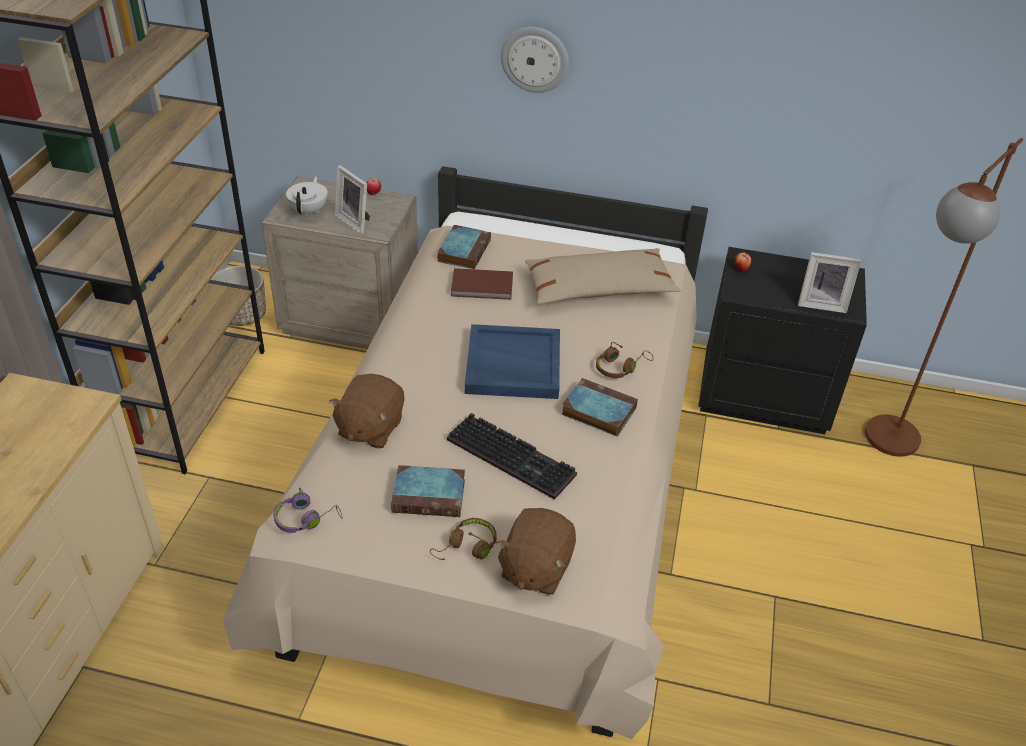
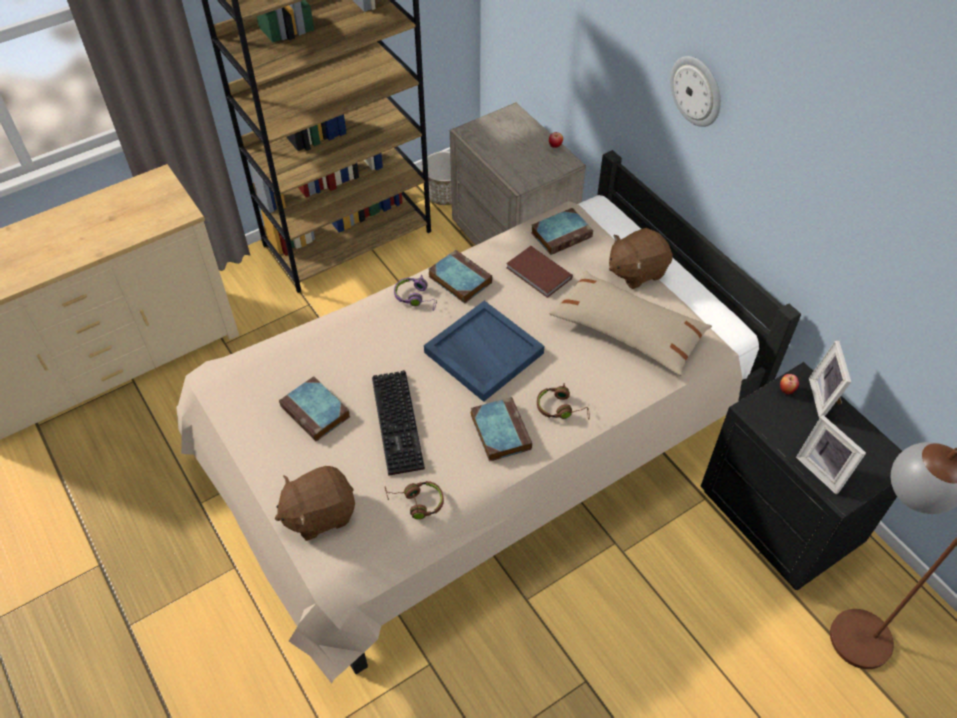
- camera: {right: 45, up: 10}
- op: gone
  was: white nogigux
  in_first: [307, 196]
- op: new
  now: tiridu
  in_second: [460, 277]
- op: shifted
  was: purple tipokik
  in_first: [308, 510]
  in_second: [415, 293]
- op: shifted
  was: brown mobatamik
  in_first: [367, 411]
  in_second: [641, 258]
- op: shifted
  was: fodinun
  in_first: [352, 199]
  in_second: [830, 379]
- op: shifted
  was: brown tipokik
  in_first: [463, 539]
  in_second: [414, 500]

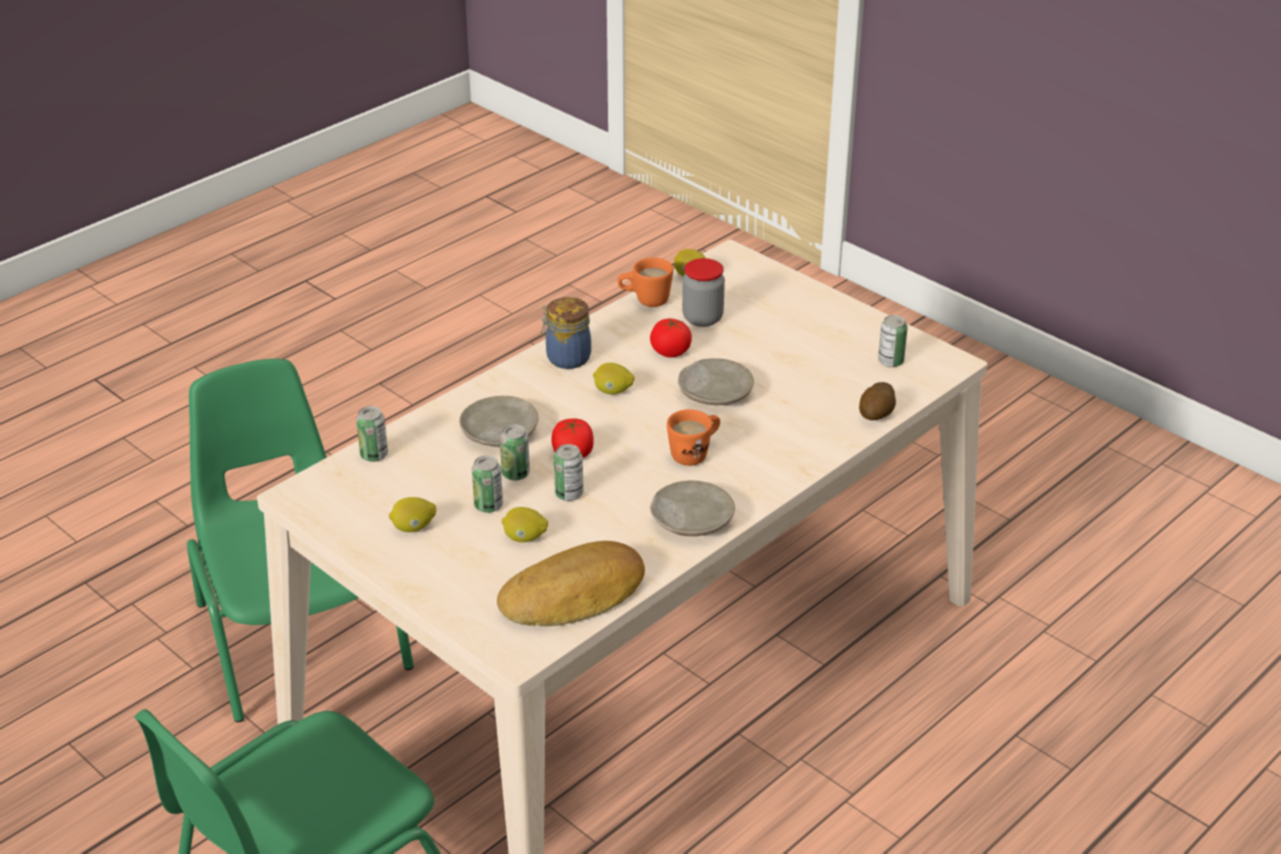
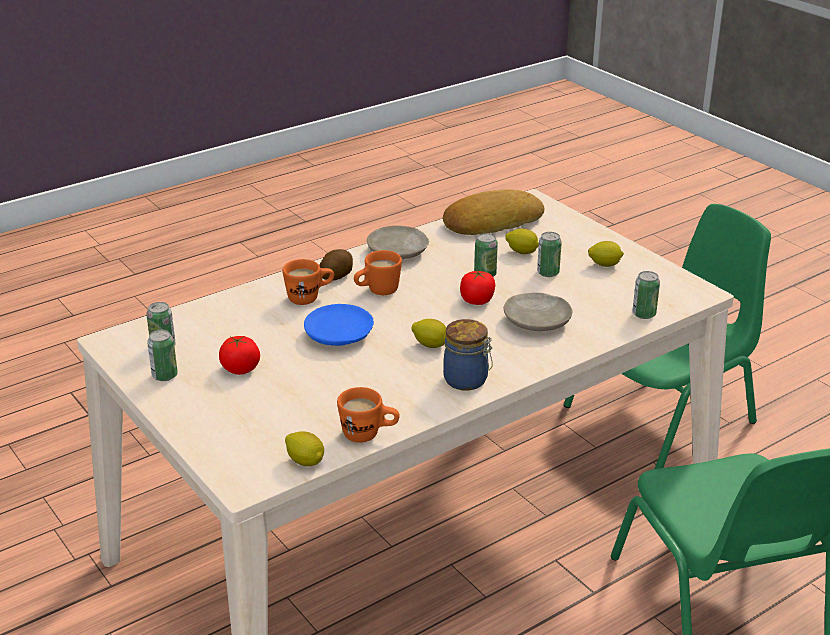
- camera: {right: -170, up: -5}
- op: gone
  was: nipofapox
  in_first: [703, 292]
- op: new
  now: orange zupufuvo
  in_second: [308, 282]
- op: shifted
  was: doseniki
  in_first: [515, 452]
  in_second: [162, 355]
- op: shifted
  was: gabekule
  in_first: [671, 338]
  in_second: [239, 355]
- op: shifted
  was: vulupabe
  in_first: [877, 401]
  in_second: [336, 265]
- op: repainted
  was: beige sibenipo
  now: blue sibenipo
  in_first: [716, 381]
  in_second: [339, 325]

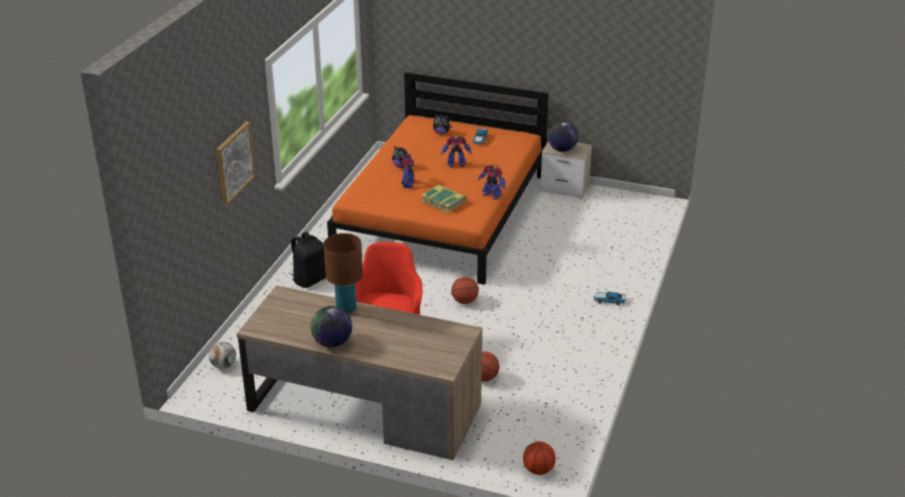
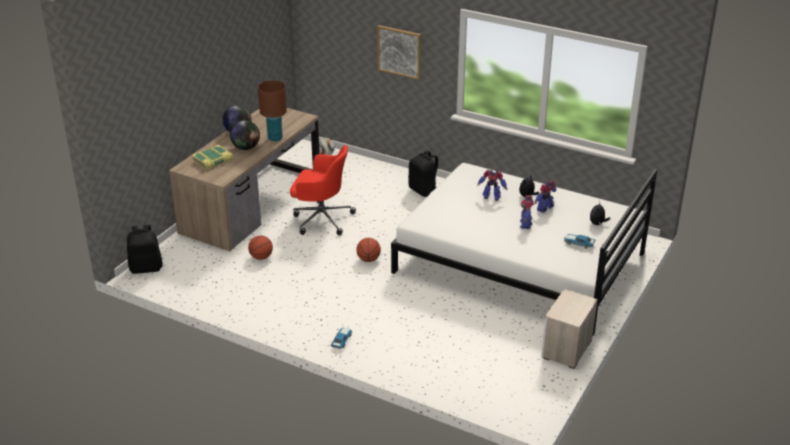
- camera: {right: 100, up: 0}
- op: shifted
  was: tiridu
  in_first: [443, 199]
  in_second: [212, 157]
- op: shifted
  was: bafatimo
  in_first: [491, 182]
  in_second: [545, 196]
- op: shifted
  was: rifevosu
  in_first: [563, 136]
  in_second: [245, 135]
- op: swapped
  was: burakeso
  now: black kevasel
  in_first: [539, 458]
  in_second: [145, 249]
- op: repainted
  was: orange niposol
  now: white niposol
  in_first: [438, 178]
  in_second: [524, 250]

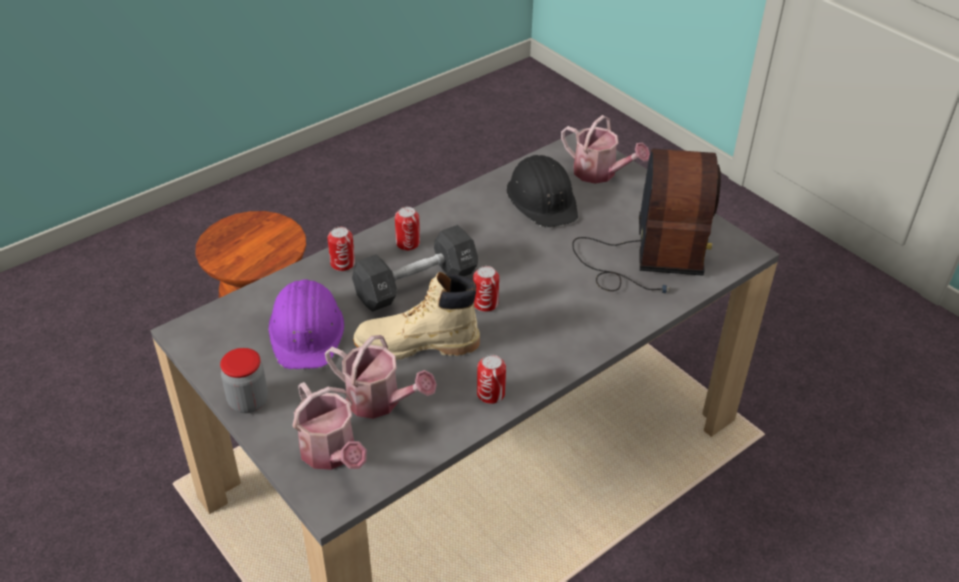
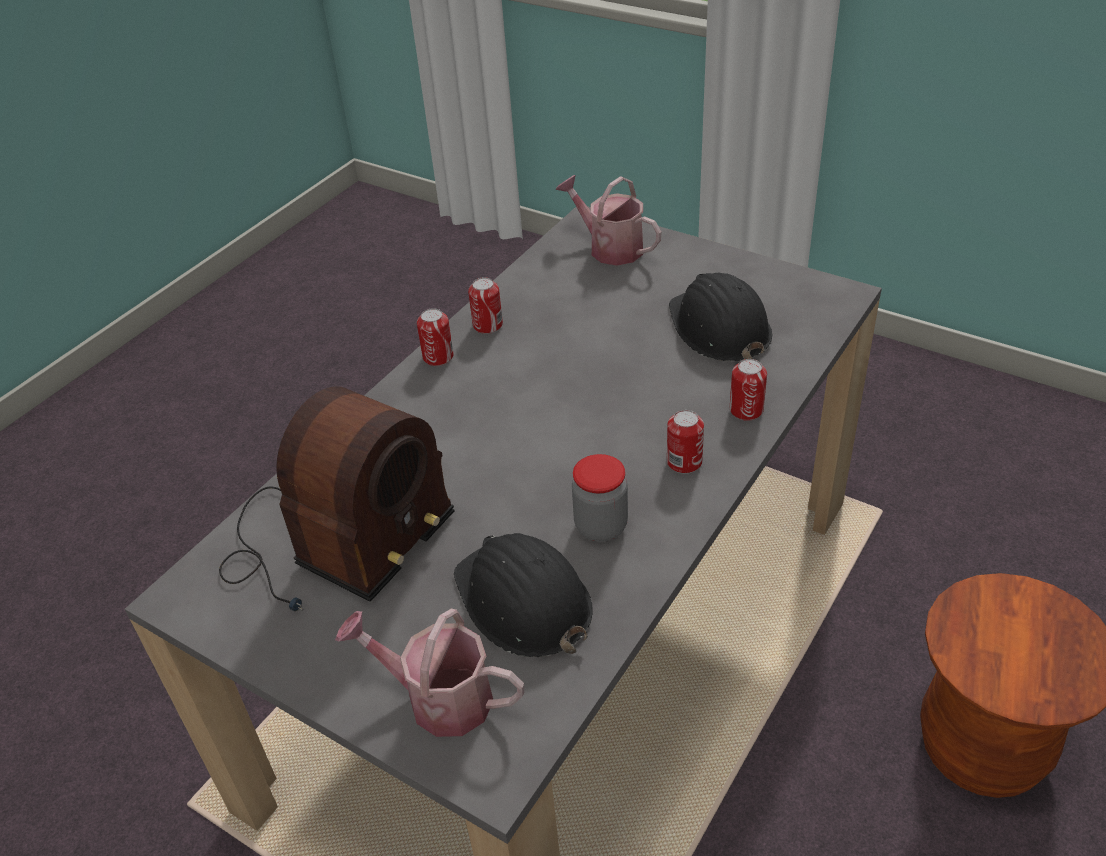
- camera: {right: 165, up: 0}
- op: gone
  was: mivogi
  in_first: [381, 377]
- op: gone
  was: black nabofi
  in_first: [415, 268]
- op: gone
  was: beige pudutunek
  in_first: [416, 316]
- op: shifted
  was: nipofapox
  in_first: [244, 380]
  in_second: [600, 497]
- op: shifted
  was: doseniki
  in_first: [486, 289]
  in_second: [435, 337]
- op: repainted
  was: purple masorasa
  now: black masorasa
  in_first: [306, 324]
  in_second: [720, 317]
- op: rotated
  was: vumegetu
  in_first: [646, 220]
  in_second: [337, 498]
  clockwise: -135

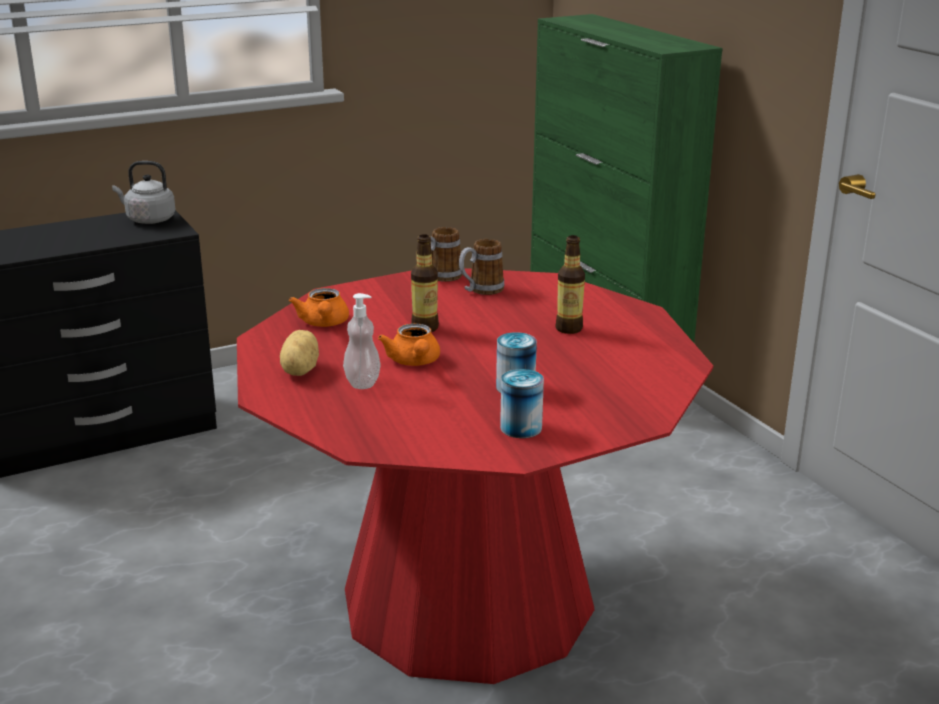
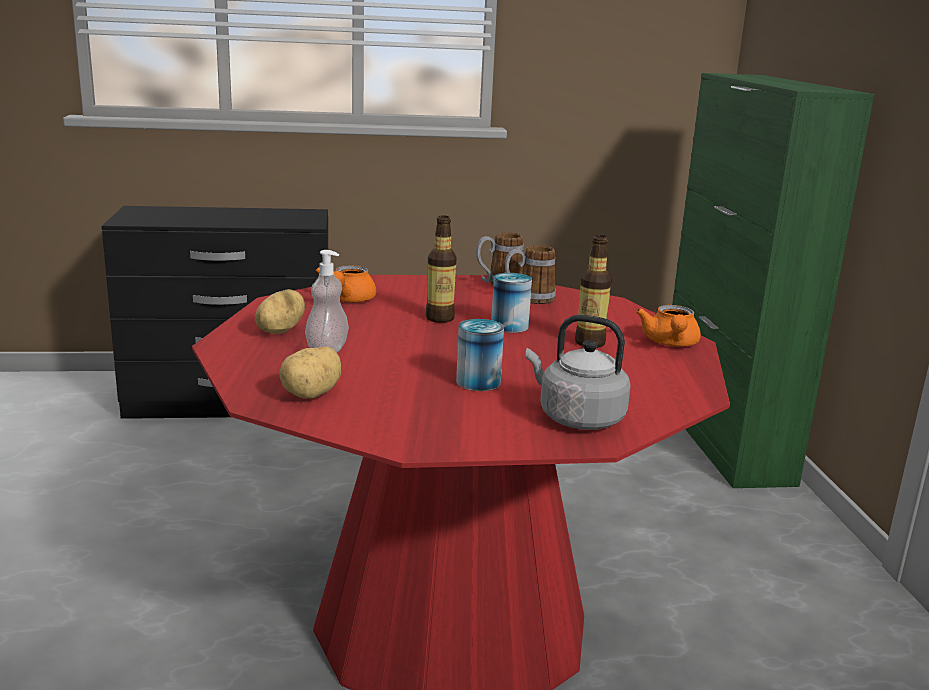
- camera: {right: 20, up: -5}
- op: new
  now: vulupabe
  in_second: [310, 373]
- op: shifted
  was: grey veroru
  in_first: [144, 192]
  in_second: [578, 372]
- op: shifted
  was: orange nogigux
  in_first: [409, 344]
  in_second: [668, 326]
- op: shifted
  was: doseniki
  in_first: [522, 403]
  in_second: [511, 303]

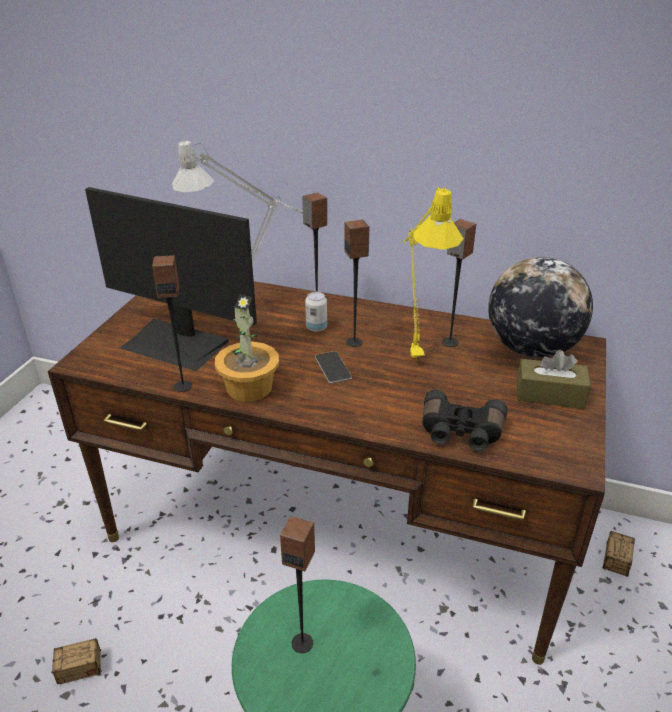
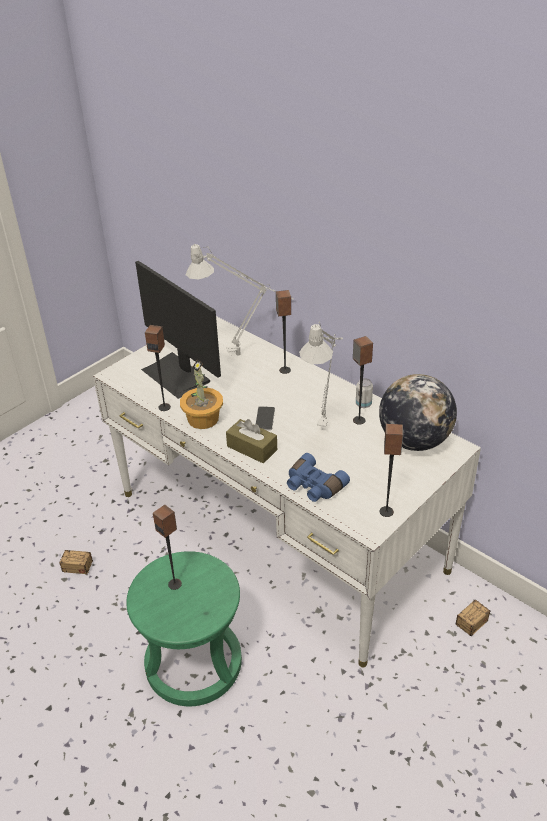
- camera: {right: 25, up: 5}
- op: shifted
  was: doseniki
  in_first: [316, 312]
  in_second: [364, 393]
- op: shifted
  was: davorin
  in_first: [357, 283]
  in_second: [391, 470]
- op: shifted
  was: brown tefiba
  in_first: [554, 379]
  in_second: [251, 441]
- op: repainted
  was: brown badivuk
  now: white badivuk
  in_first: [327, 473]
  in_second: [287, 491]
- op: repainted
  was: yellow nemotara
  now: grey nemotara
  in_first: [433, 272]
  in_second: [321, 374]
- op: repainted
  was: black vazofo
  now: blue vazofo
  in_first: [464, 420]
  in_second: [318, 477]

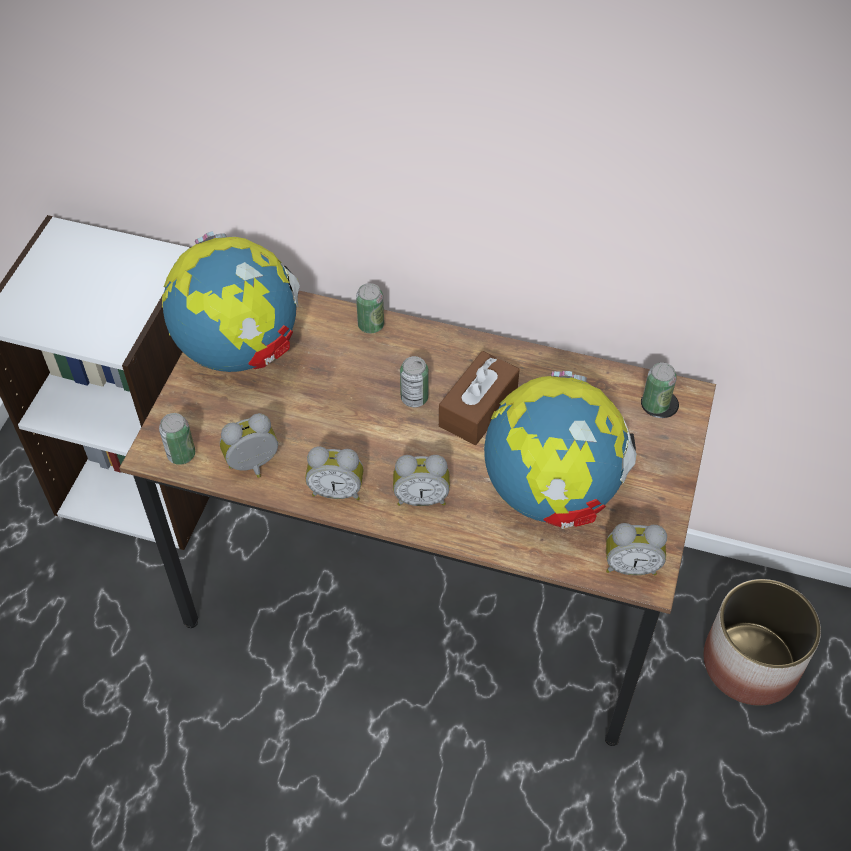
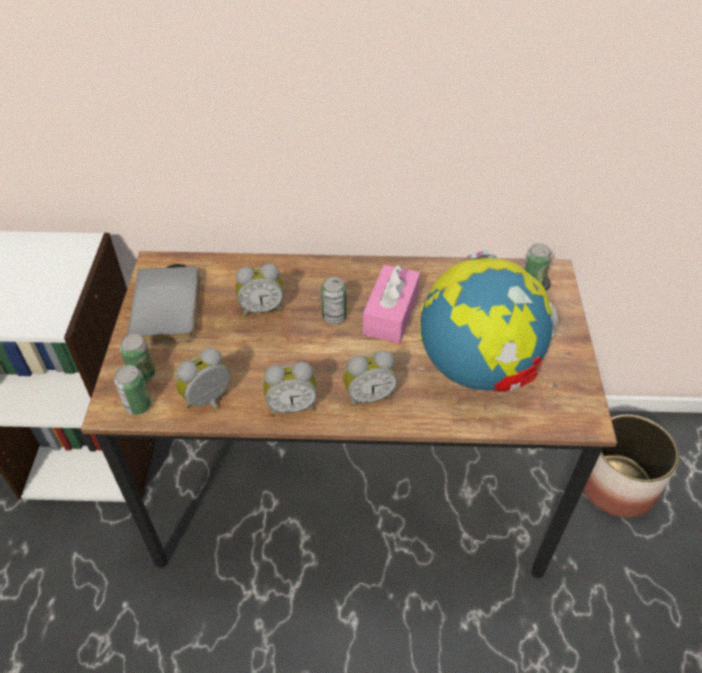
- camera: {right: -15, up: -5}
- op: shifted
  was: doseniki
  in_first: [370, 308]
  in_second: [137, 358]
- op: shifted
  was: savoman
  in_first: [636, 549]
  in_second: [260, 290]
- op: swapped
  was: rifevosu
  now: grey tiridu
  in_first: [231, 301]
  in_second: [163, 305]
- op: repainted
  was: brown tefiba
  now: pink tefiba
  in_first: [479, 398]
  in_second: [391, 303]

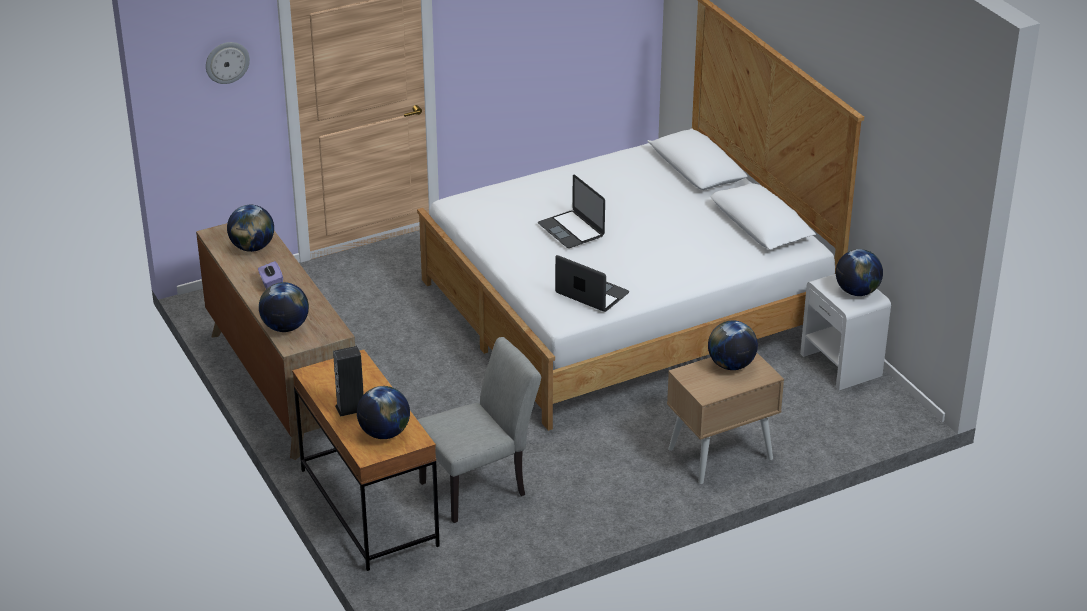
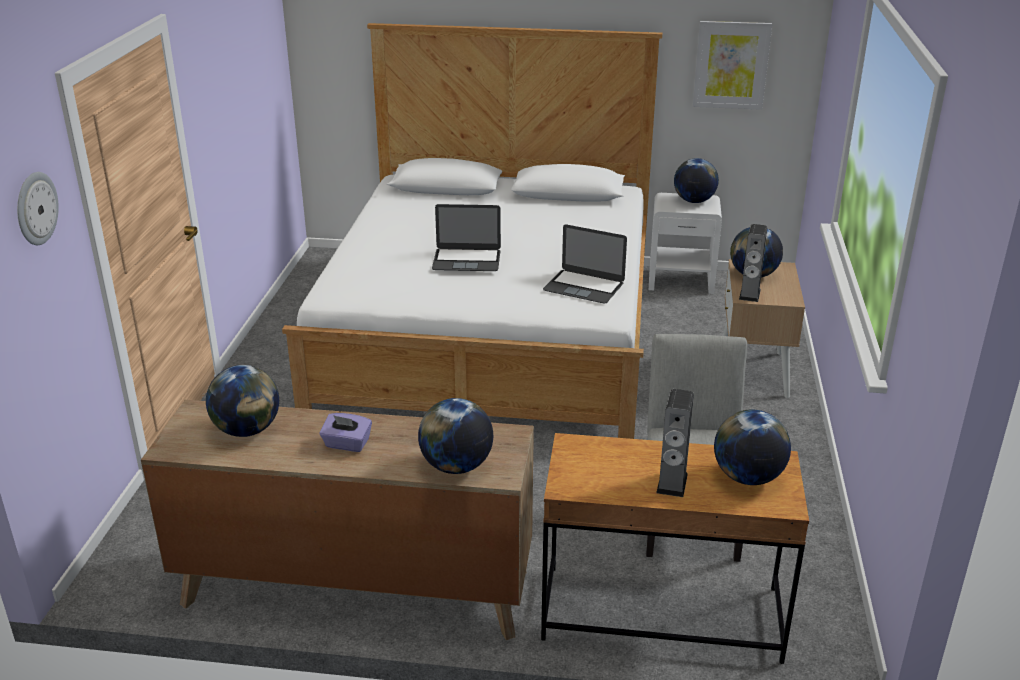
- camera: {right: -55, up: -5}
- op: new
  now: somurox
  in_second: [732, 65]
- op: new
  now: davorin
  in_second: [753, 263]
- op: rotated
  was: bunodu
  in_first: [592, 283]
  in_second: [585, 264]
  clockwise: -135

